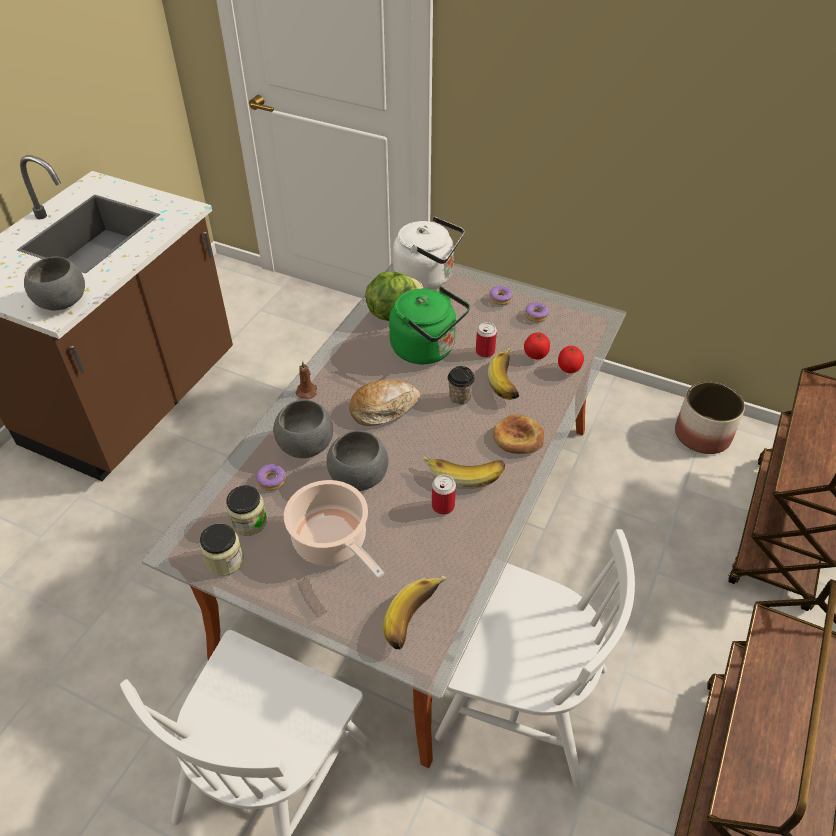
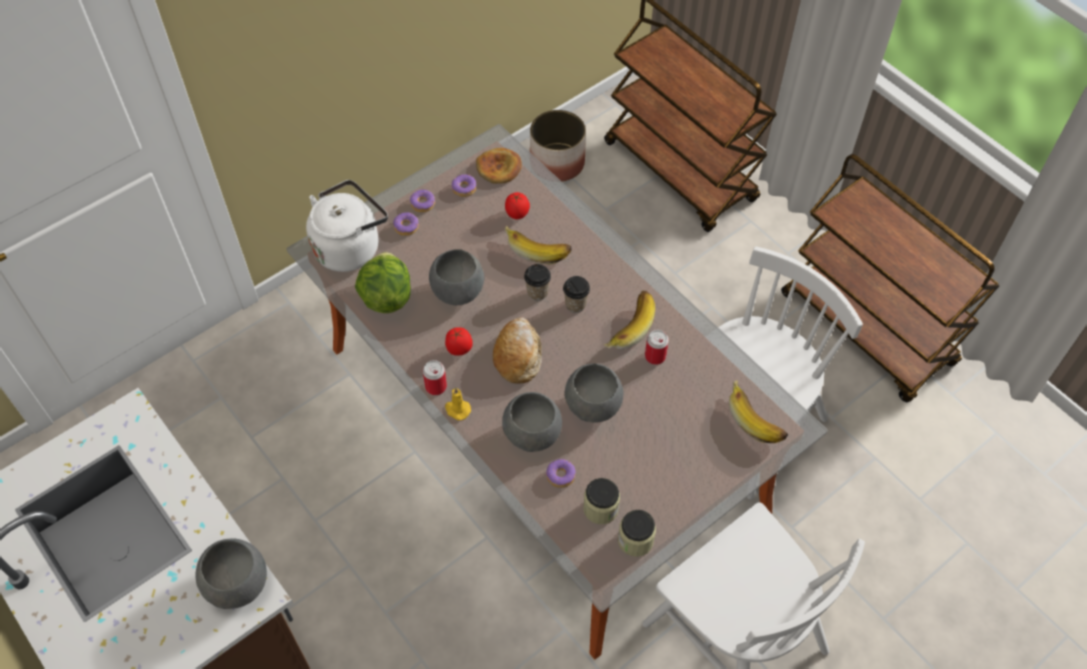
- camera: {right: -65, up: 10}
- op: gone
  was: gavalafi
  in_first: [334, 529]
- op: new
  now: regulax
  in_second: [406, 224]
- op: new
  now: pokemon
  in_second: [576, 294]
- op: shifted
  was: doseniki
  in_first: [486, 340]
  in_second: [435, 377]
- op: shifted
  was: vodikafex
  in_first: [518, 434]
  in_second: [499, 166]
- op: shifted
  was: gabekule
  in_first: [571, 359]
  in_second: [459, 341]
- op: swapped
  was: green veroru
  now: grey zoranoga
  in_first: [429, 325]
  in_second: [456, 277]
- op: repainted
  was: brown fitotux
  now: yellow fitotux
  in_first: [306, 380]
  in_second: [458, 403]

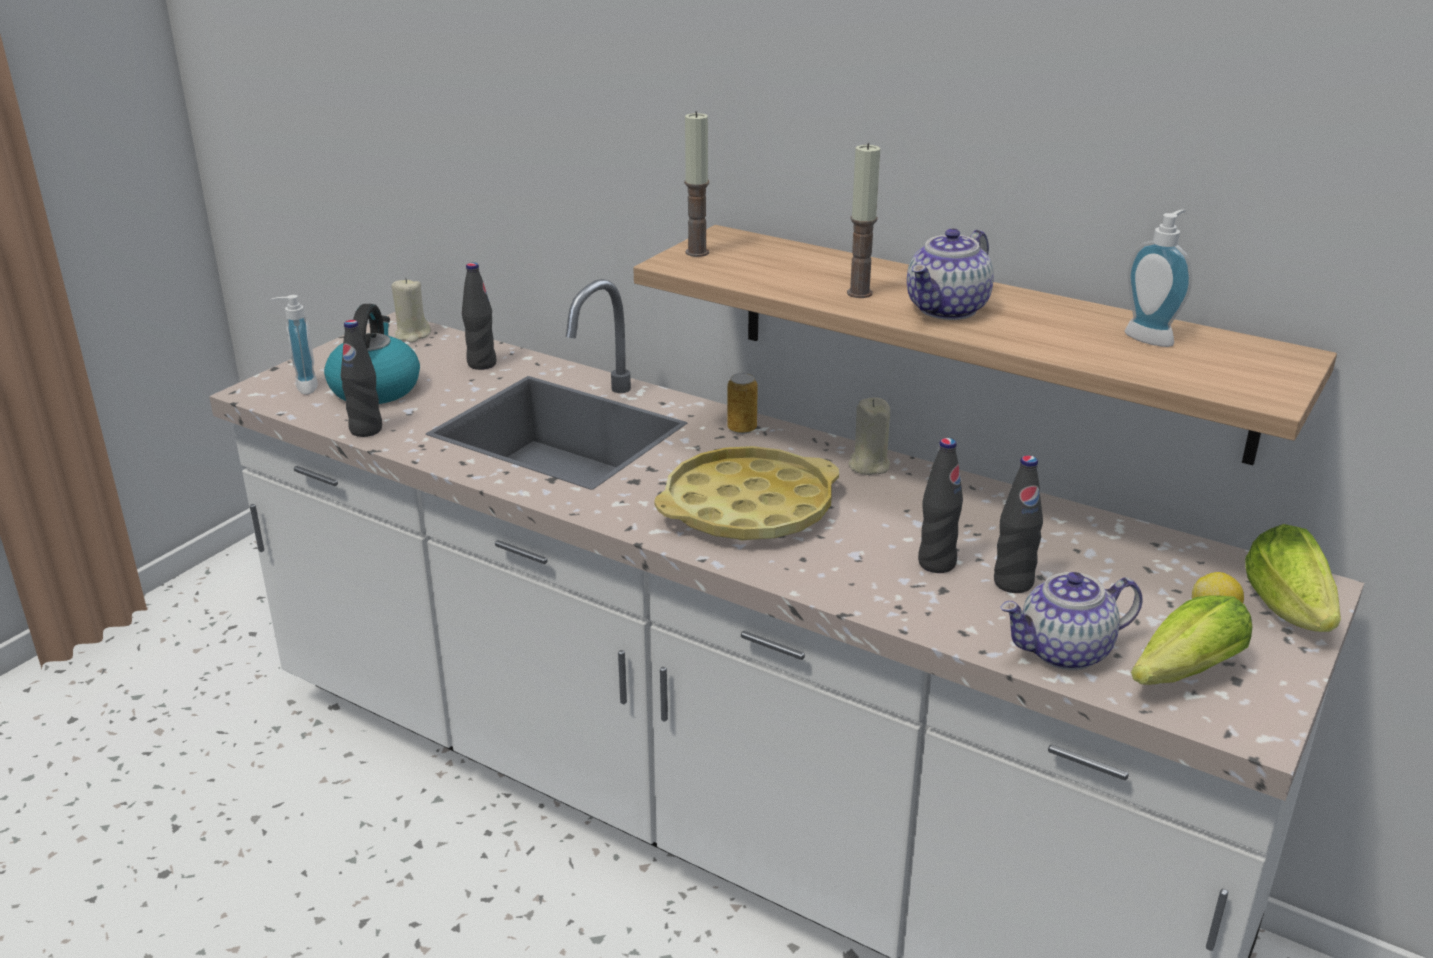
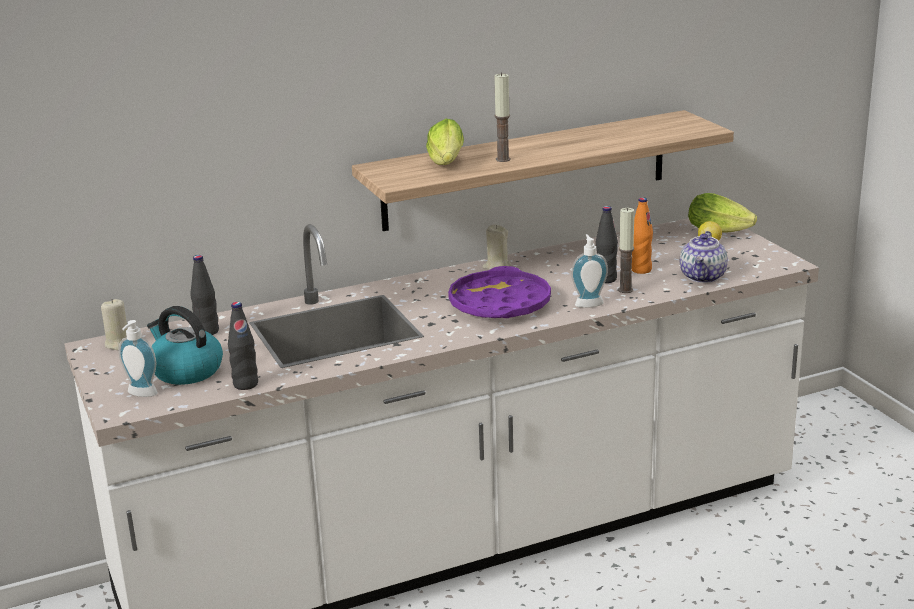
- camera: {right: -55, up: -5}
- op: gone
  was: doseniki
  in_first: [742, 403]
- op: gone
  was: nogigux
  in_first: [950, 274]
- op: shifted
  was: fitotux
  in_first: [696, 184]
  in_second: [626, 250]
- op: shifted
  was: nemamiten
  in_first: [1158, 278]
  in_second: [589, 271]
- op: shifted
  was: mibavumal
  in_first: [1191, 640]
  in_second: [445, 142]
- op: repainted
  was: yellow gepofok
  now: purple gepofok
  in_first: [746, 493]
  in_second: [499, 292]
- op: repainted
  was: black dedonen
  now: orange dedonen
  in_first: [1018, 524]
  in_second: [642, 235]

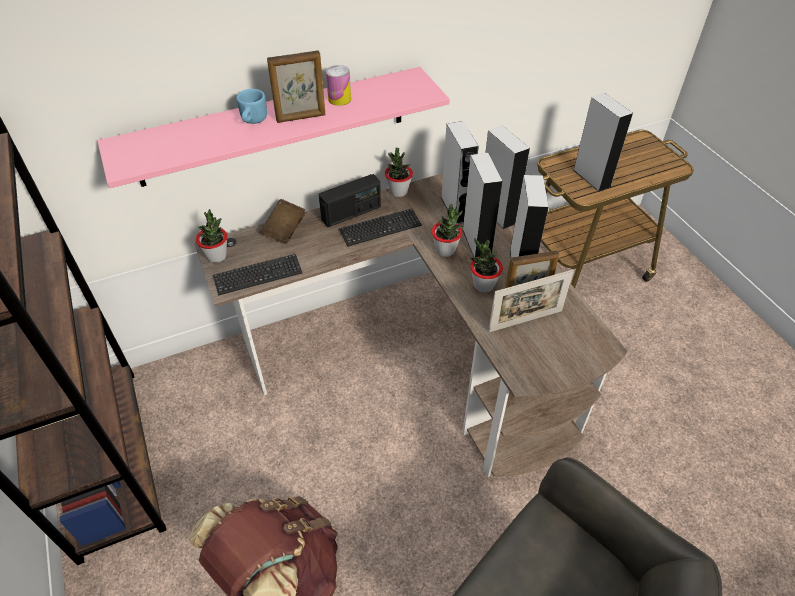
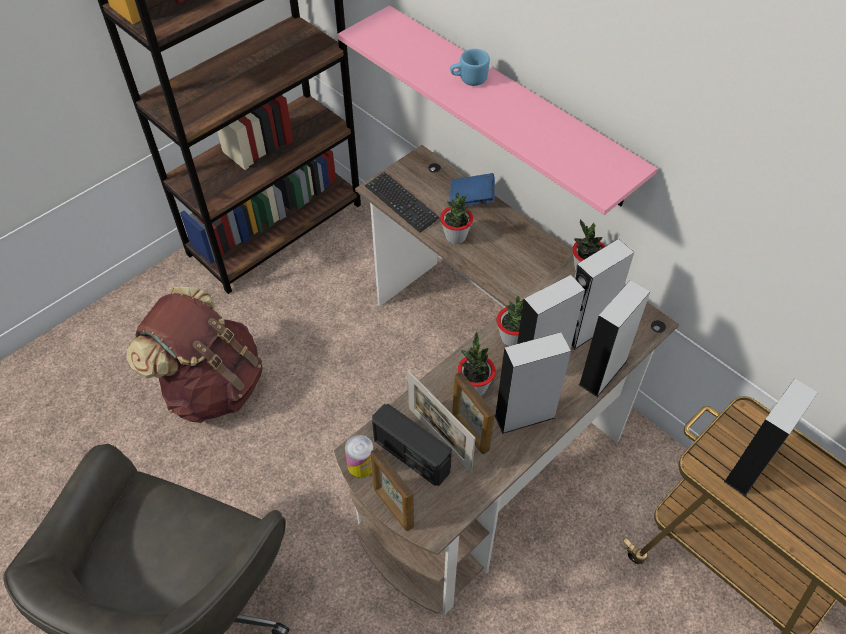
- camera: {right: 70, up: 5}
- op: gone
  was: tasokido
  in_first: [380, 227]
- op: shifted
  was: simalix
  in_first: [211, 236]
  in_second: [456, 218]
- op: shifted
  was: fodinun
  in_first: [296, 86]
  in_second: [392, 489]
- op: shifted
  was: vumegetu
  in_first: [350, 200]
  in_second: [412, 445]
- op: shifted
  was: doseniki
  in_first: [338, 85]
  in_second: [359, 456]
- op: repainted
  was: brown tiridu
  now: blue tiridu
  in_first: [282, 221]
  in_second: [472, 189]

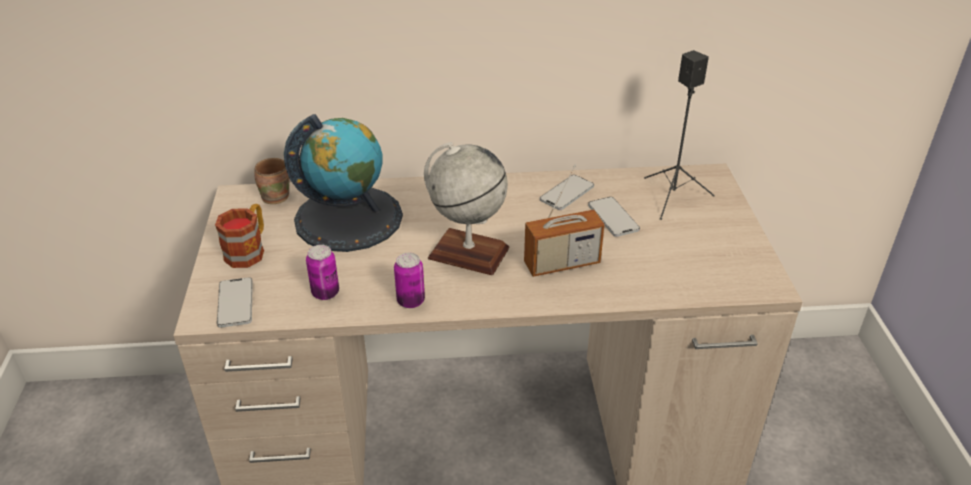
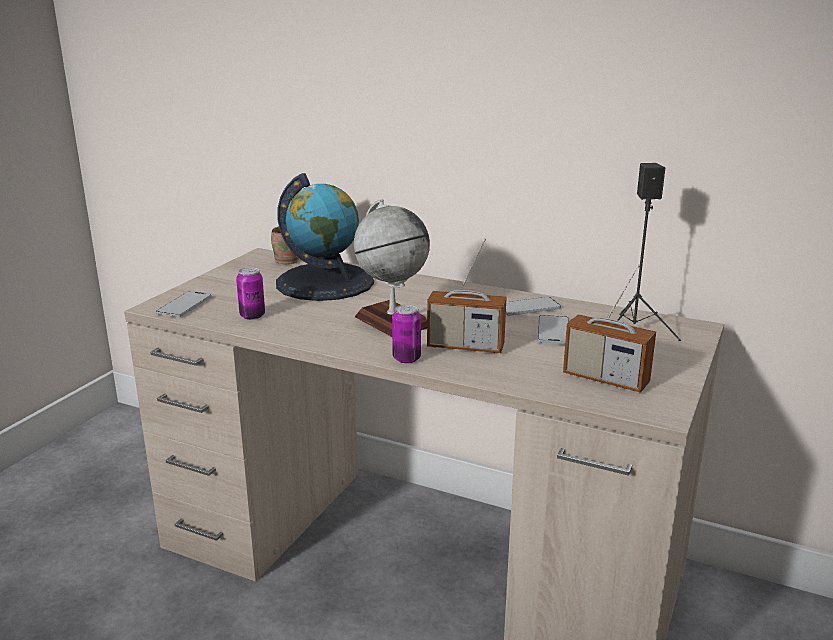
- camera: {right: 30, up: -15}
- op: gone
  was: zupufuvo
  in_first: [239, 236]
- op: new
  now: vumegetu
  in_second: [609, 328]
- op: shifted
  was: doseniki
  in_first: [409, 280]
  in_second: [406, 334]

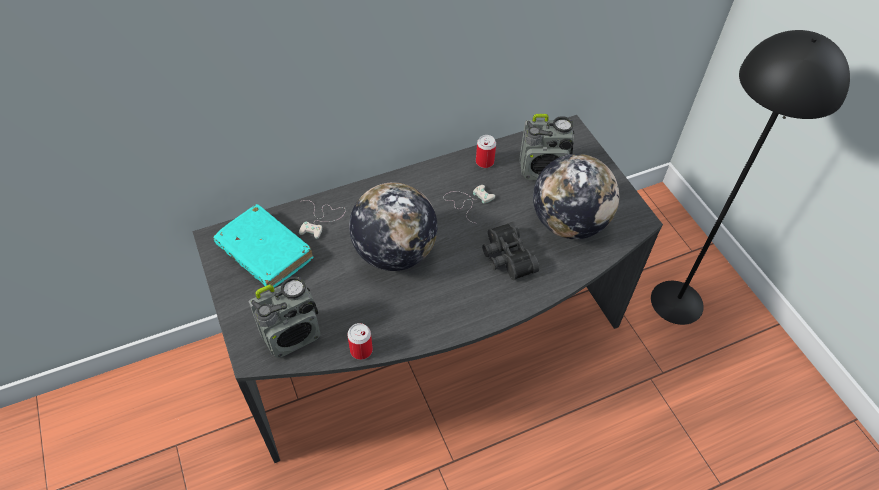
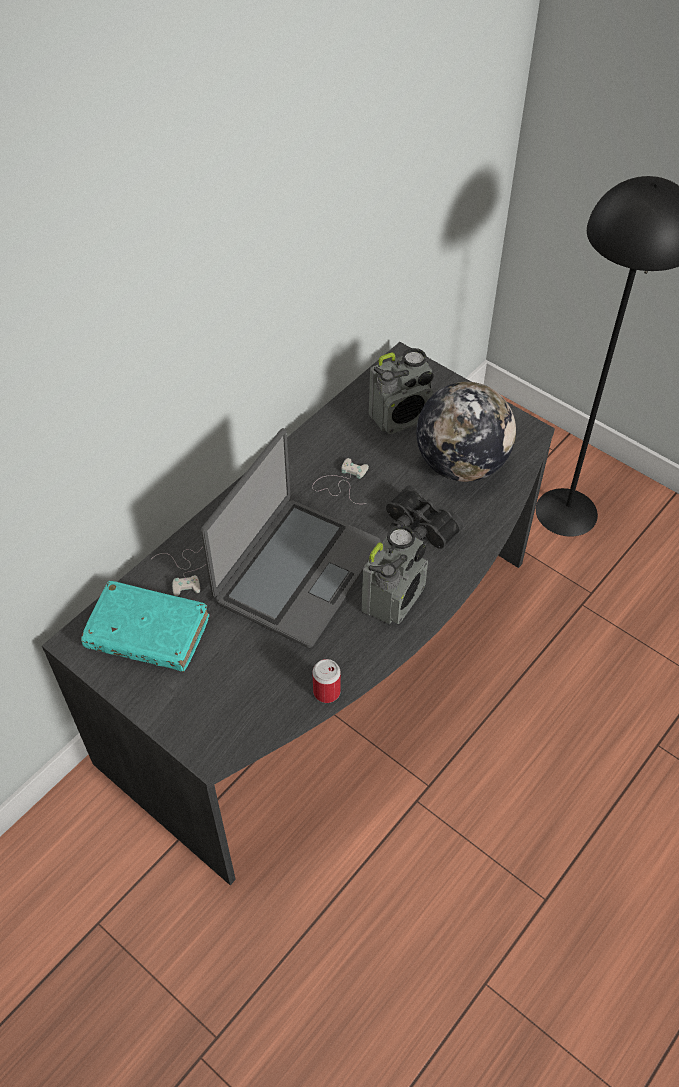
- camera: {right: -25, up: 0}
- op: gone
  was: doseniki
  in_first: [486, 151]
- op: shifted
  was: vumegetu
  in_first: [285, 317]
  in_second: [395, 574]
- op: swapped
  was: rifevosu
  now: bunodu
  in_first: [393, 226]
  in_second: [291, 538]

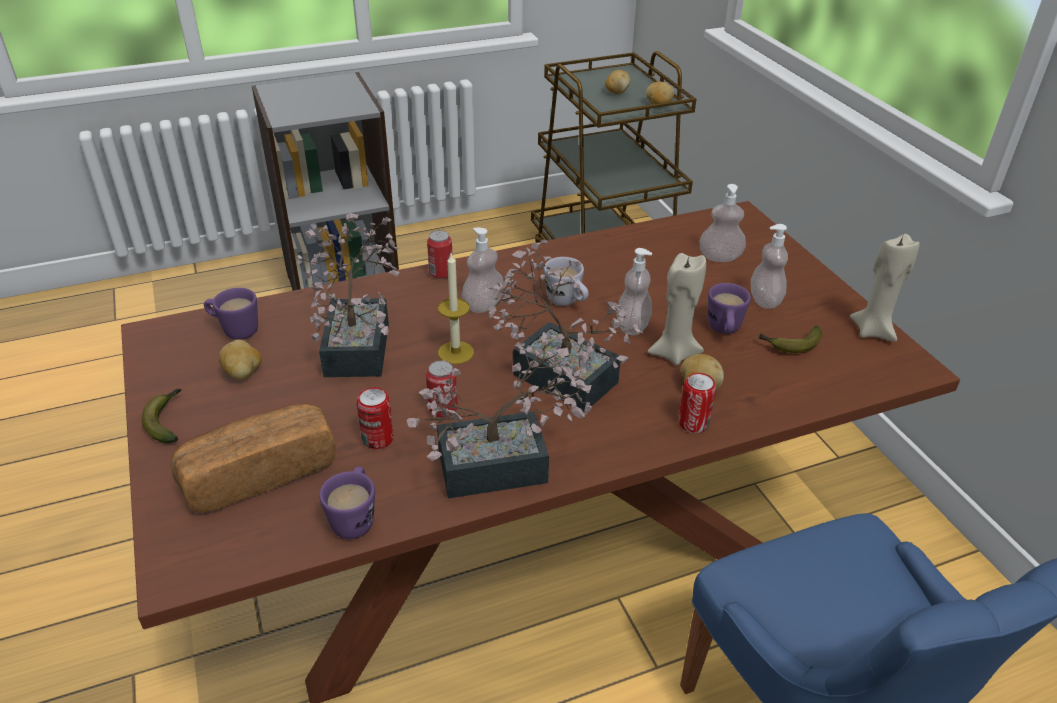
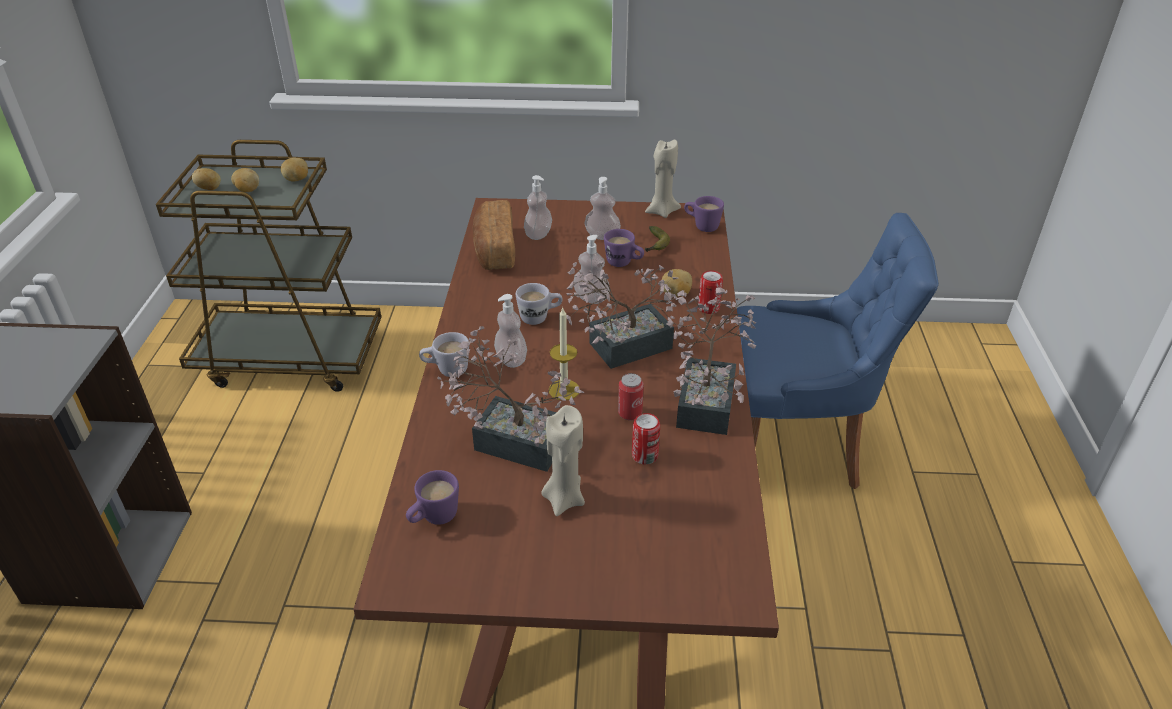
- camera: {right: -65, up: 0}
- op: gone
  was: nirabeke
  in_first: [161, 416]
- op: shifted
  was: vodikafex
  in_first: [253, 458]
  in_second: [494, 235]
- op: shifted
  was: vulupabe
  in_first: [240, 359]
  in_second: [206, 179]
- op: shifted
  was: purple zupufuvo
  in_first: [347, 503]
  in_second: [704, 214]
- op: shifted
  was: beige fitotux
  in_first: [676, 309]
  in_second: [563, 460]
- op: swapped
  was: doseniki
  now: white zupufuvo
  in_first: [440, 254]
  in_second: [444, 354]

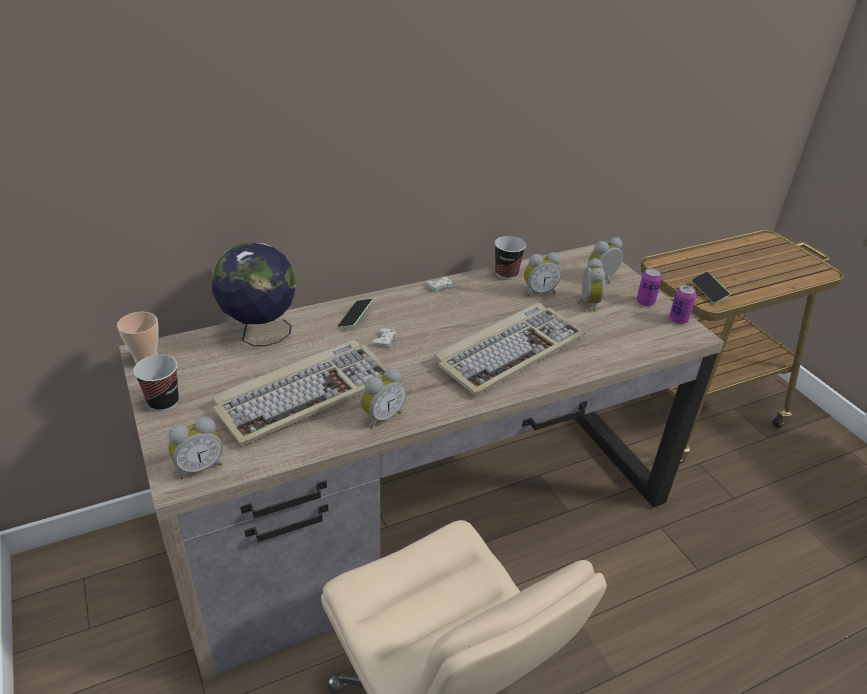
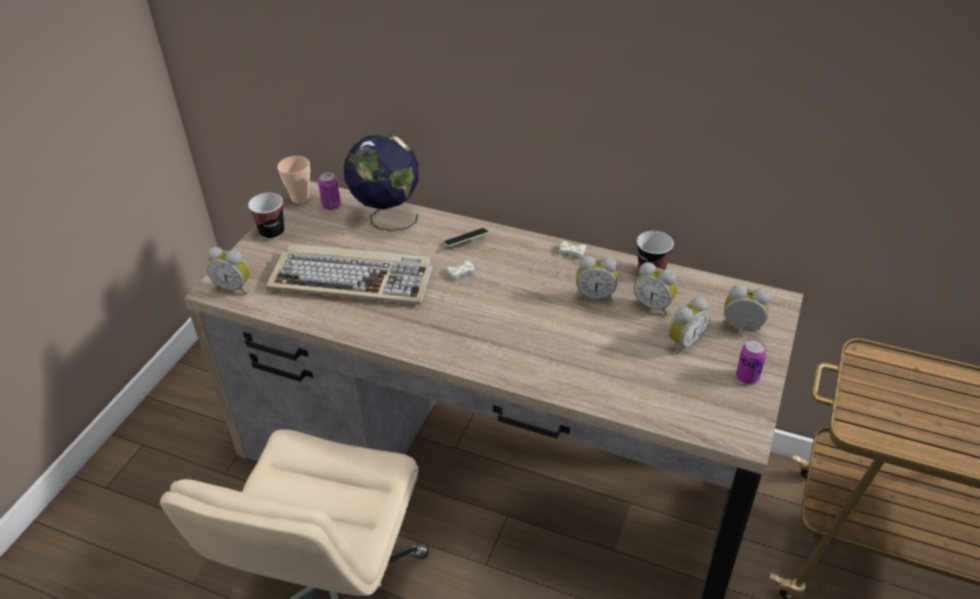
- camera: {right: 50, up: 5}
- op: gone
  was: tasokido
  in_first: [510, 349]
- op: gone
  was: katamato
  in_first: [710, 287]
- op: shifted
  was: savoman
  in_first: [383, 398]
  in_second: [596, 278]
- op: shifted
  was: doseniki
  in_first: [682, 304]
  in_second: [329, 191]

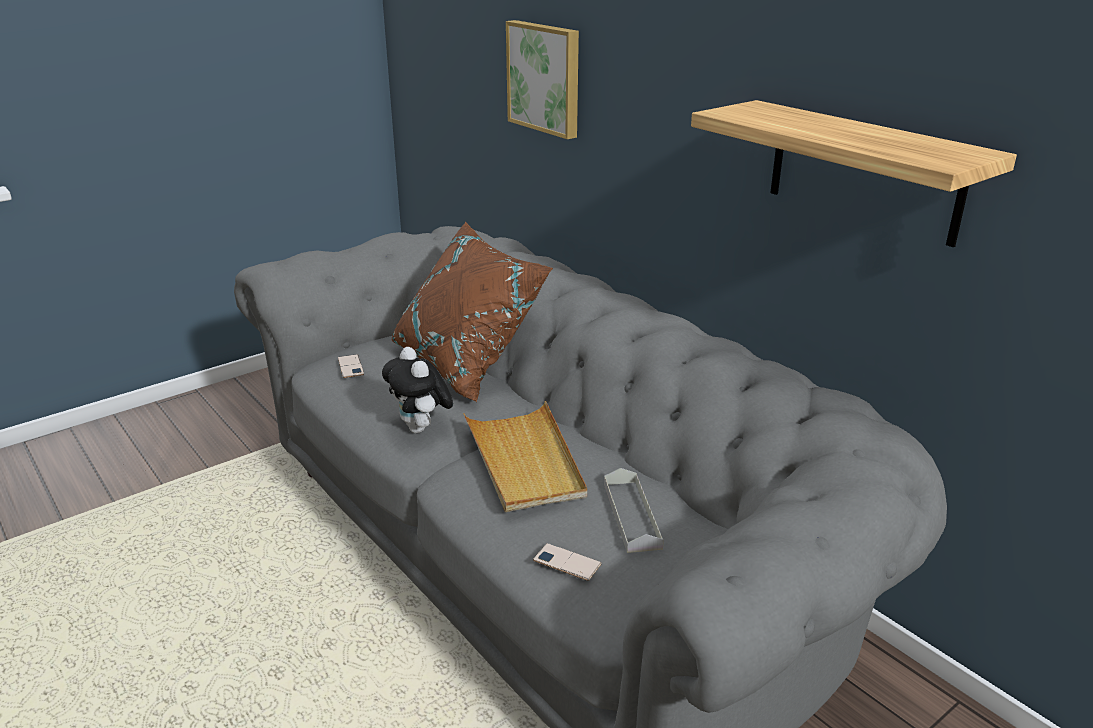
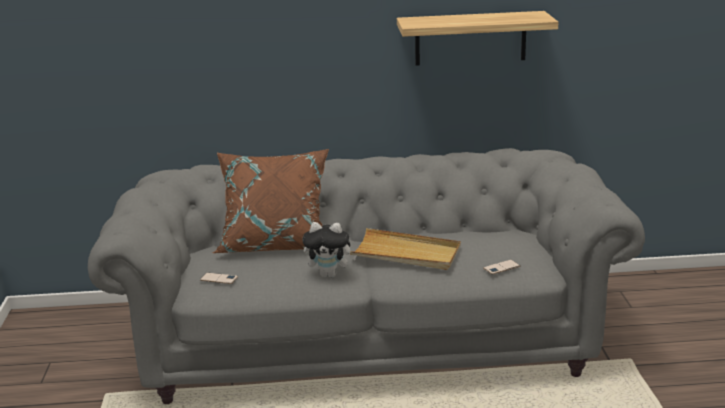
- camera: {right: -55, up: -5}
- op: gone
  was: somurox
  in_first: [542, 79]
- op: gone
  was: grey gepofok
  in_first: [634, 510]

